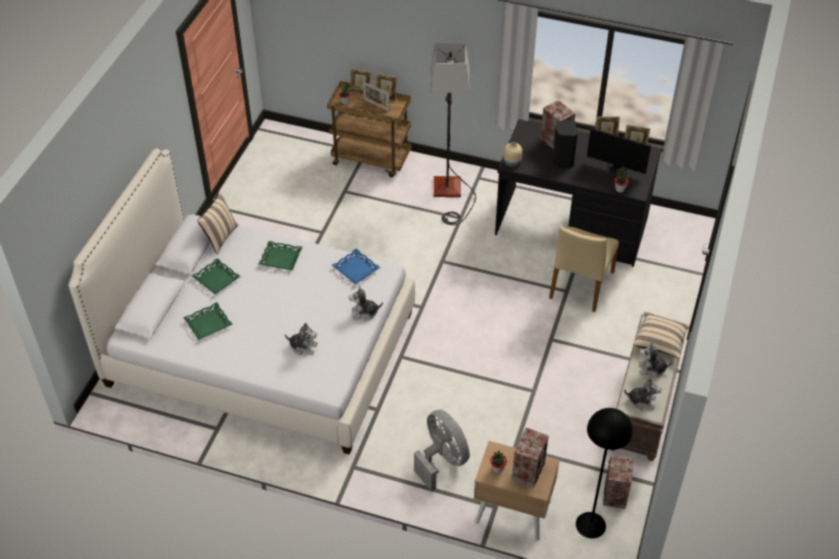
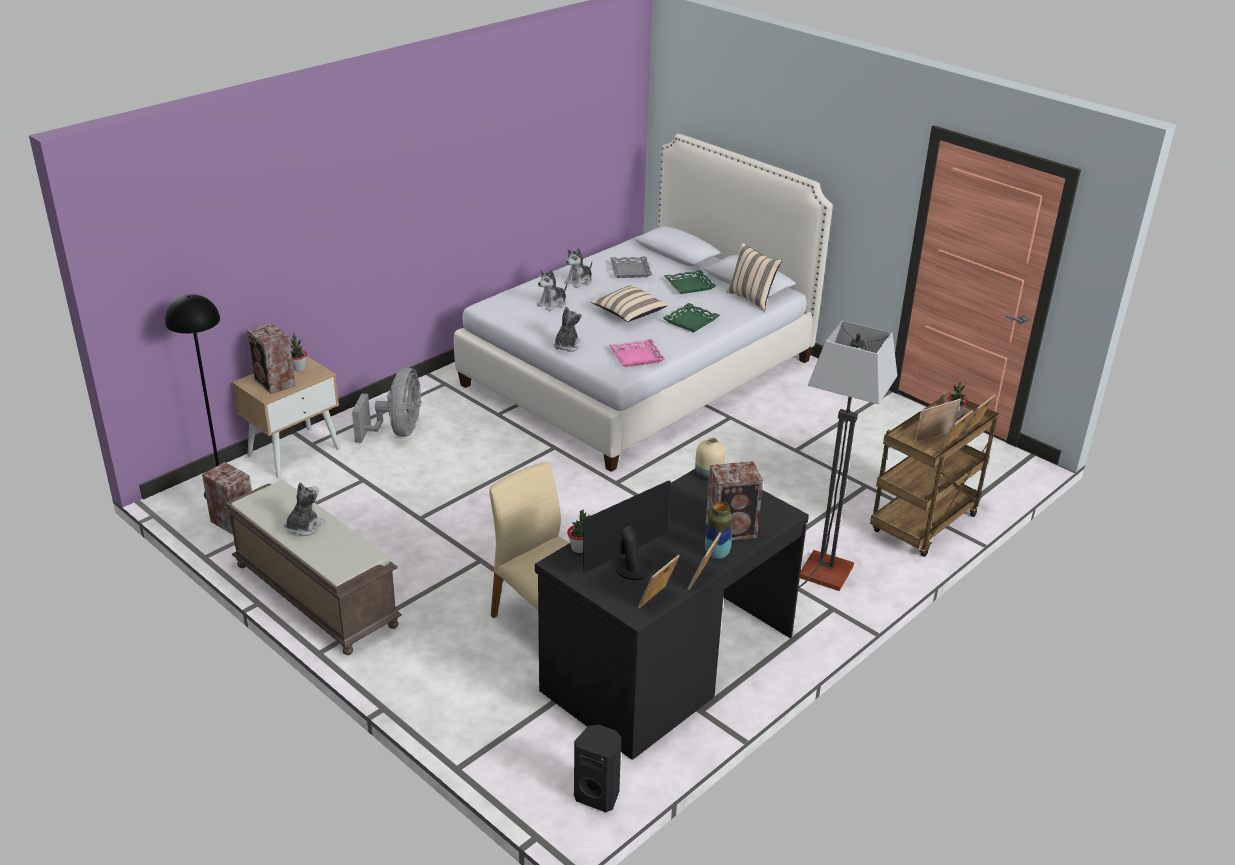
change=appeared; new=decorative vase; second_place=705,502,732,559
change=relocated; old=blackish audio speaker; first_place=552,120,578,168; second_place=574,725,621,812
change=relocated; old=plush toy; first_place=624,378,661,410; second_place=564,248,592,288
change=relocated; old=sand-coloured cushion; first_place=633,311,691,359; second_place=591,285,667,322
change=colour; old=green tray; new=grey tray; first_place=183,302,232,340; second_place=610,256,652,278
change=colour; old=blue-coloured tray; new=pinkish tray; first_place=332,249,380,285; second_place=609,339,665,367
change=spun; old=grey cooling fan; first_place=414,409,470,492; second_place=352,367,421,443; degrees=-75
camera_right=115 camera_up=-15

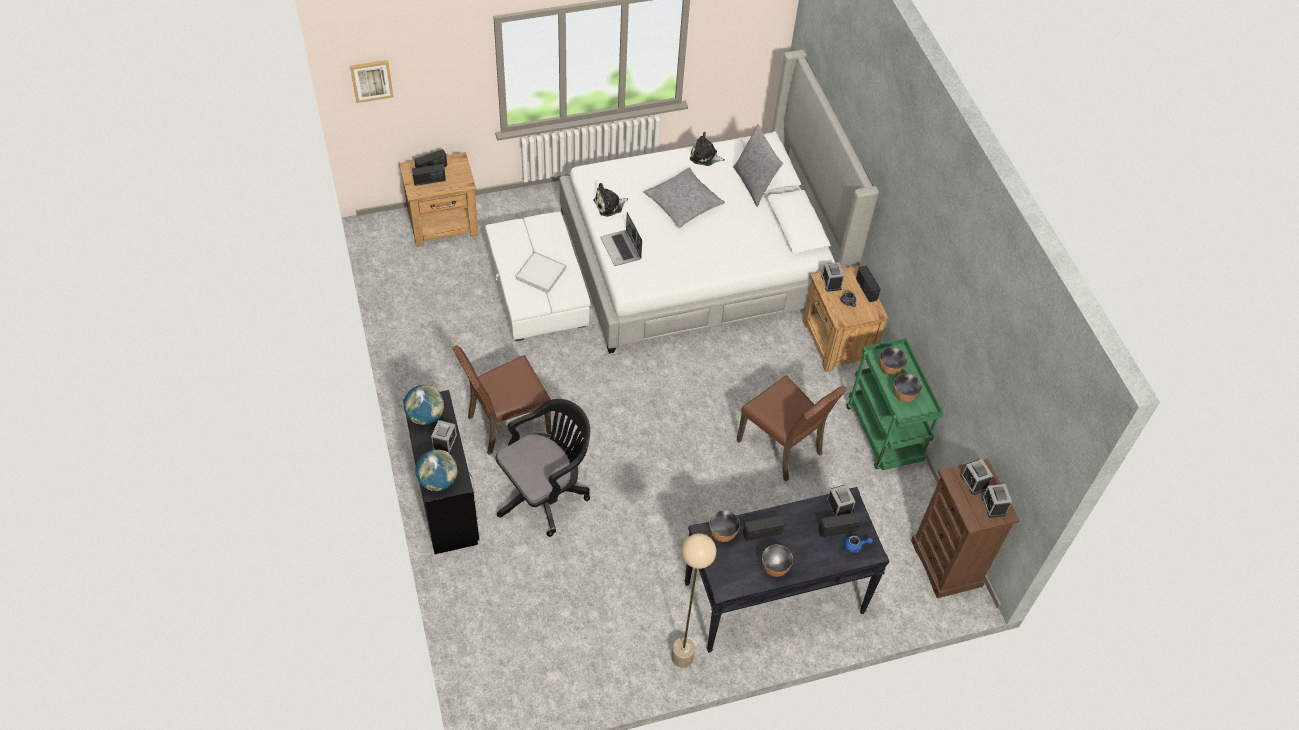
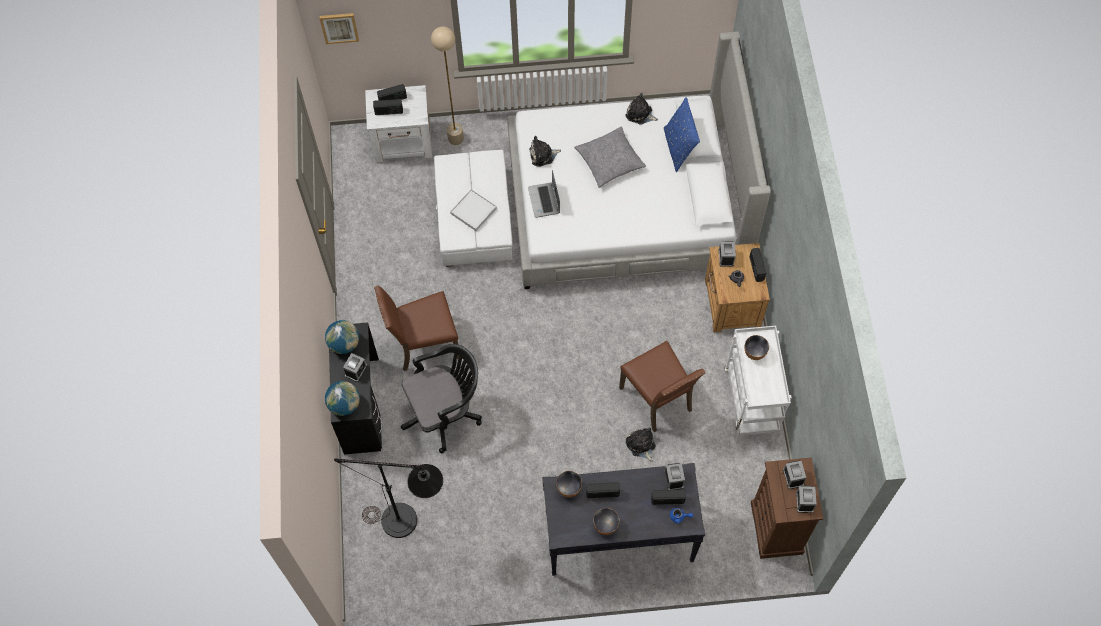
change=missing; old=deep dish; first_place=893,374,922,402
change=appeared; new=blackish standing lamp; second_place=334,458,443,538
change=appeared; new=plush toy; second_place=626,428,655,461
change=relocated; old=sand-coloured standing lamp; first_place=671,533,716,668; second_place=431,26,464,145
change=colour; old=brown-coloured night table; new=white night table; first_place=399,152,479,247; second_place=365,85,432,163
change=colour; old=grey cushion; new=blue-coloured cushion; first_place=733,124,783,207; second_place=664,97,700,172
change=colour; old=green wheeled cart; new=white wheeled cart; first_place=847,338,943,470; second_place=724,326,792,436
camera_right=15 camera_up=10

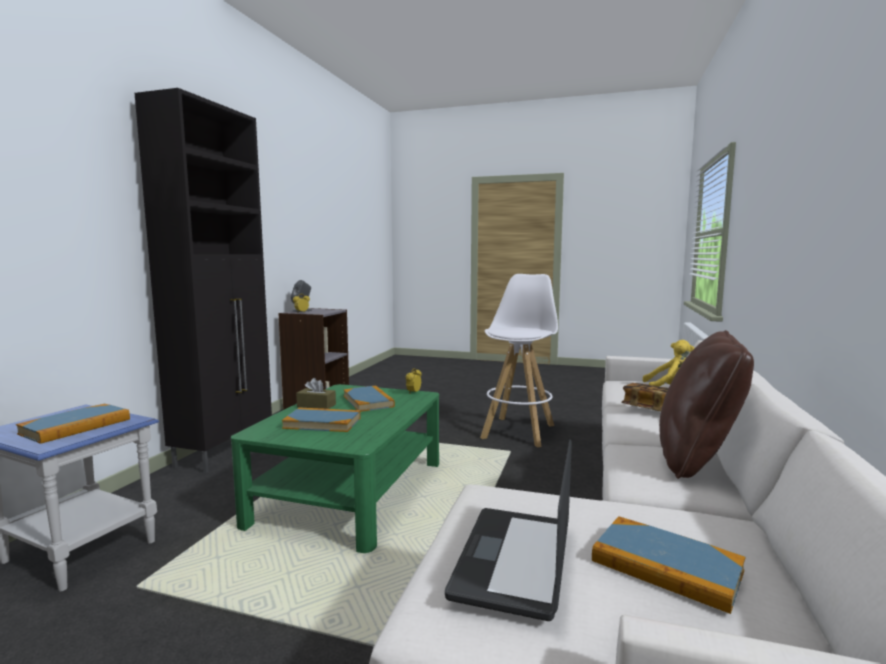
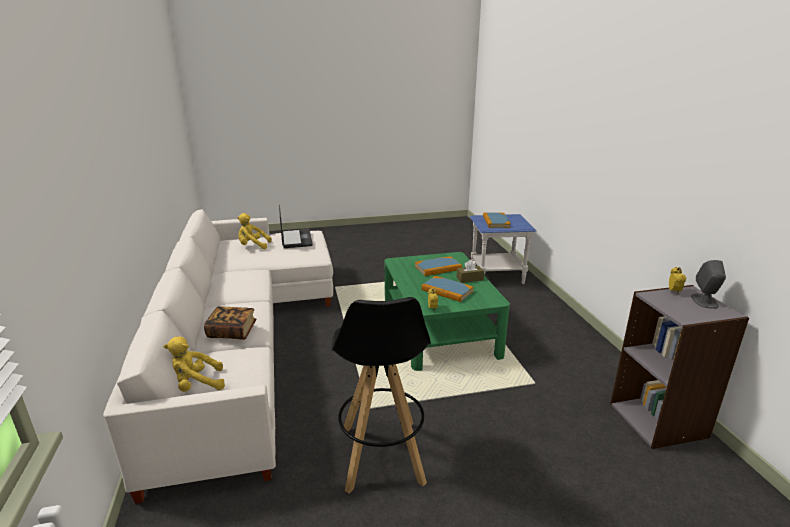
change=missing; old=blackish cabinet; first_place=135,88,272,473
change=missing; old=brown-coloured cushion; first_place=659,330,754,479
change=exchanged; old=bound book; new=yellowish plush toy; first_place=592,516,746,614; second_place=237,213,272,249
change=colour; old=white stool; new=blackish stool; first_place=480,274,558,448; second_place=332,297,431,494
camera_right=150 camera_up=15

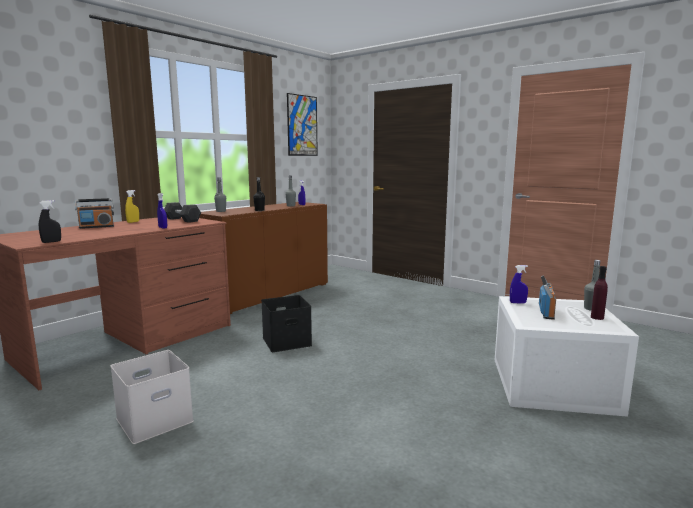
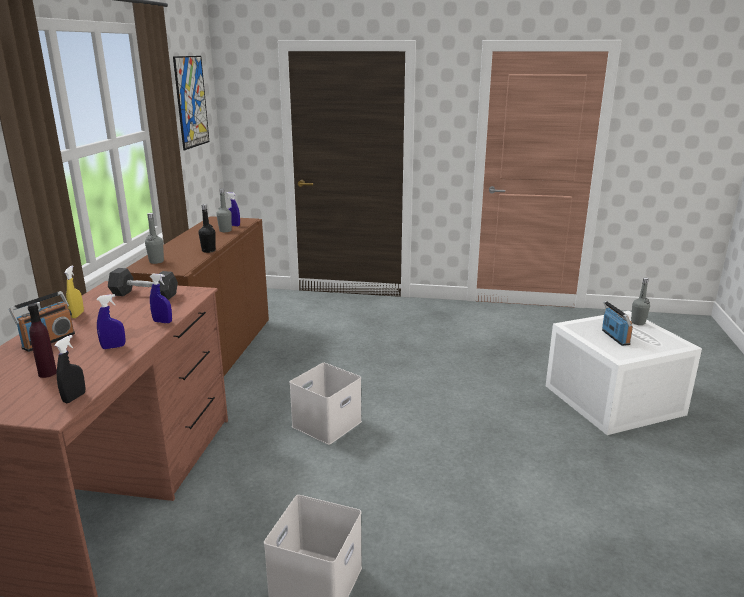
change=relocated; old=blue-coloured spray bottle; first_place=510,265,528,304; second_place=97,294,125,349
change=relocated; old=purple drink bottle; first_place=591,266,608,320; second_place=28,303,57,378
change=colour; old=blackish storage bin; new=white storage bin; first_place=261,295,312,352; second_place=289,363,362,445
camera_right=-30 camera_up=10

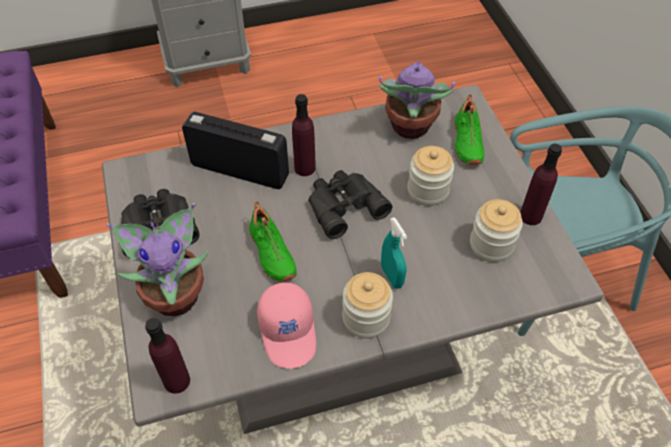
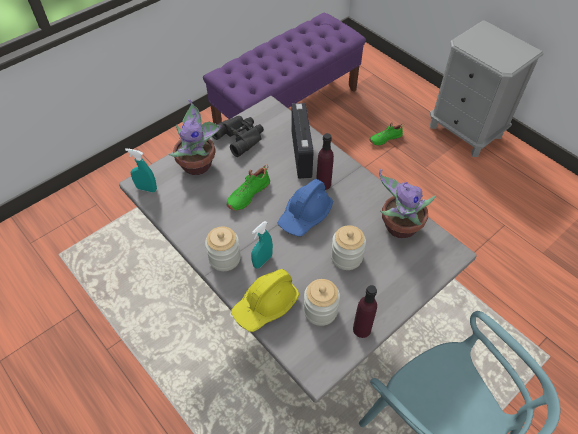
change=missing; old=pinkish cap; first_place=257,283,316,369
change=appeared; new=yellowish hard hat; second_place=231,269,299,332
change=relocated; old=green shoe; first_place=455,94,484,165; second_place=370,122,404,146
change=exchanged; old=purple drink bottle; new=blue-green spray bottle; first_place=145,318,190,394; second_place=125,148,157,192
change=exchanged; old=blackish binoculars; new=blue-coloured hard hat; first_place=308,170,392,239; second_place=278,179,333,237
camera_right=65 camera_up=0

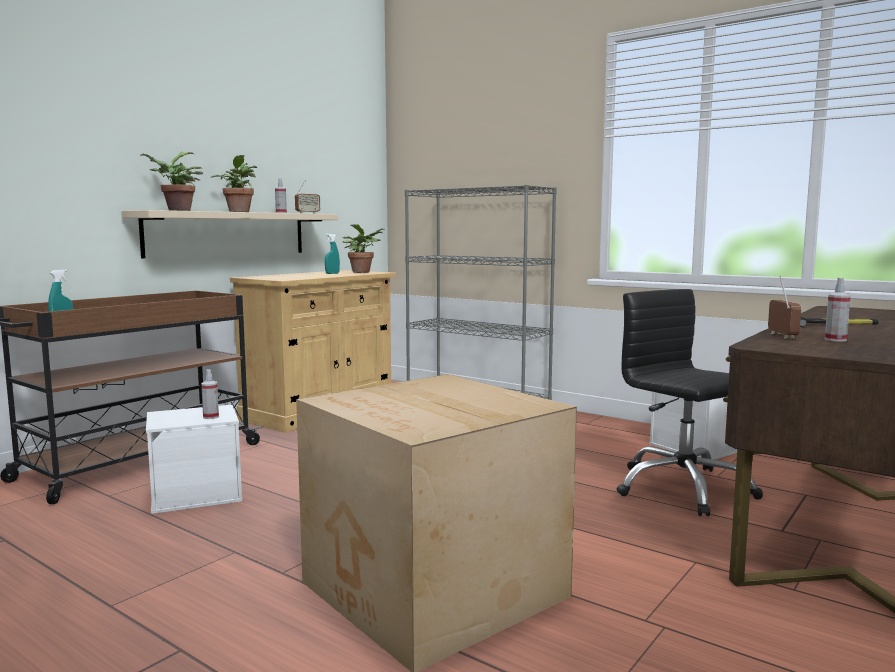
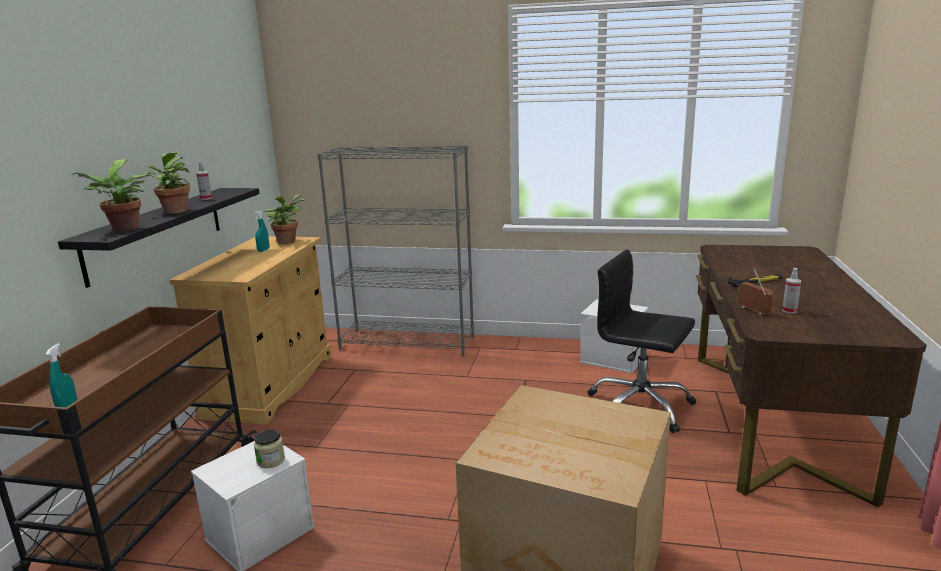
change=missing; old=radio; first_place=295,180,320,214
change=exchanged; old=spray bottle; new=jar; first_place=201,369,219,419; second_place=254,429,285,468
change=colour; old=sand-coloured wall shelf; new=blackish wall shelf; first_place=121,210,338,258; second_place=58,188,260,288
camera_right=-25 camera_up=10

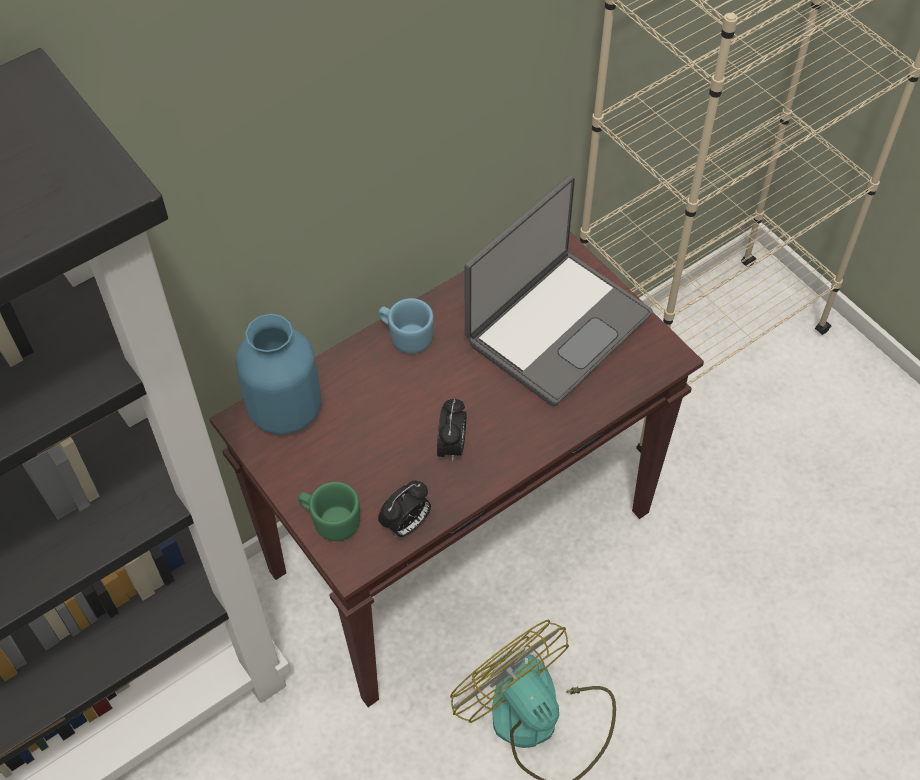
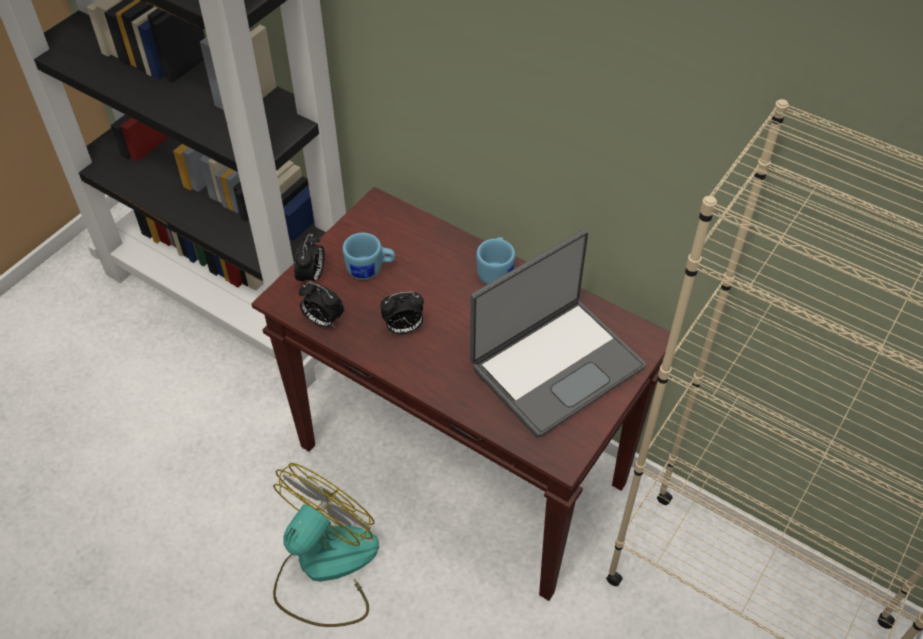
change=missing; old=blue-coloured decorative vase; first_place=235,314,322,435
change=appeared; new=blue-coloured tea mug; second_place=343,233,395,280
change=exchanged; old=green tea mug; new=table clock; first_place=298,482,360,541; second_place=294,233,325,282
change=spun; old=notebook computer; first_place=464,175,653,406; second_place=470,230,646,438; degrees=-60
camera_right=70 camera_up=-5

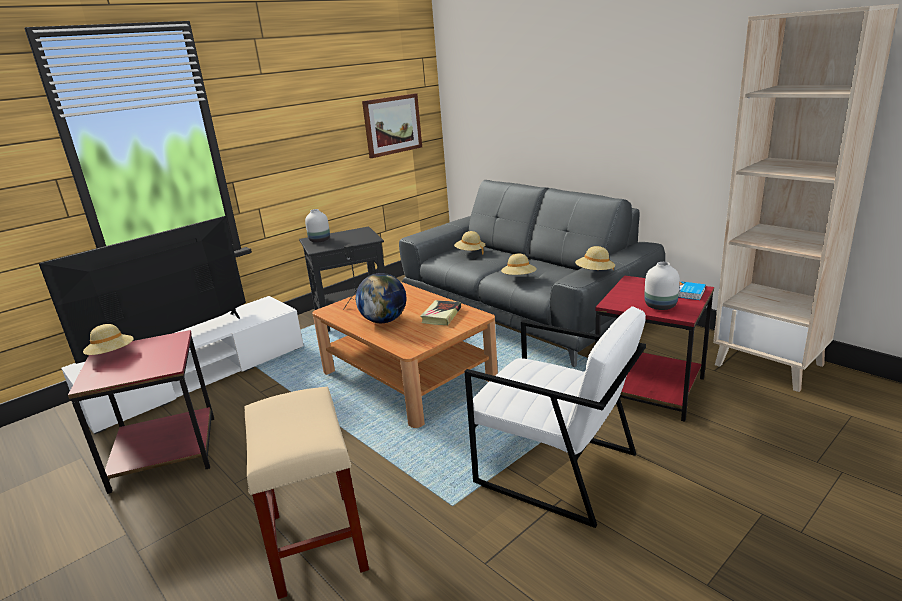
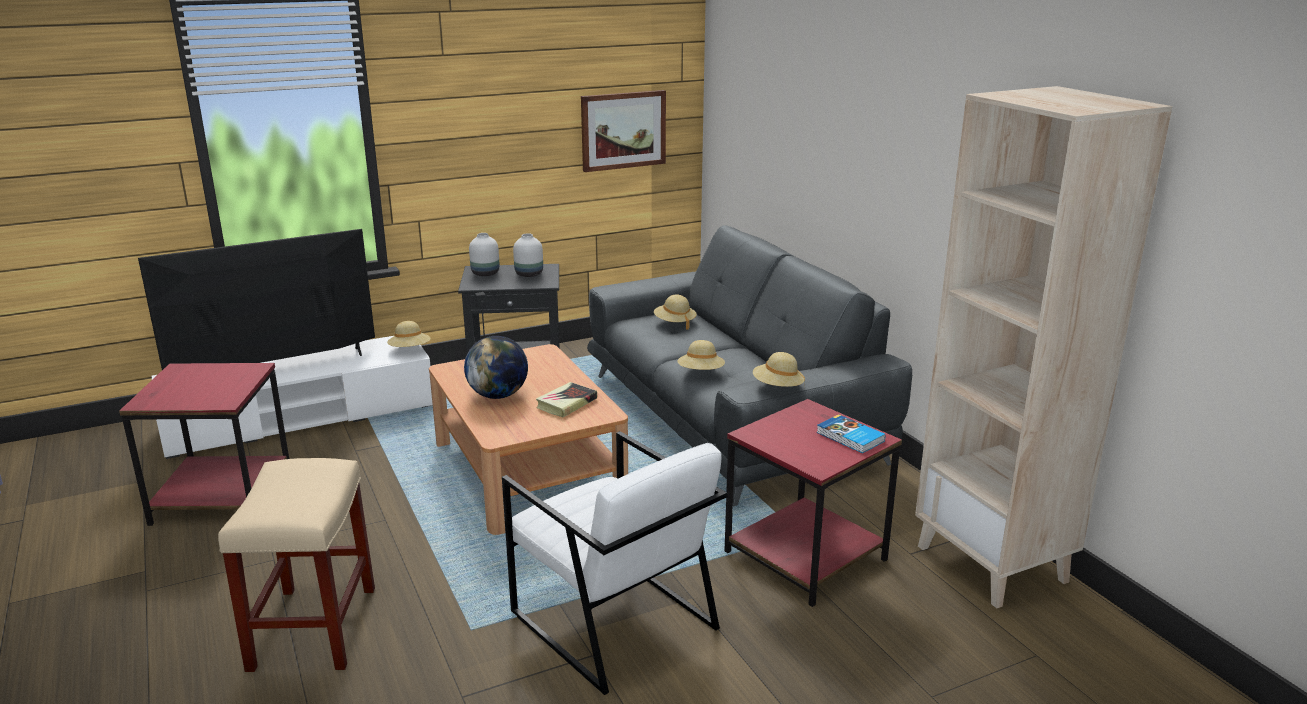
change=relocated; old=sand-coloured wearable hat; first_place=83,324,134,355; second_place=387,321,430,347
change=relocated; old=white decorative vase; first_place=644,262,680,310; second_place=513,233,543,277
camera_right=15 camera_up=0

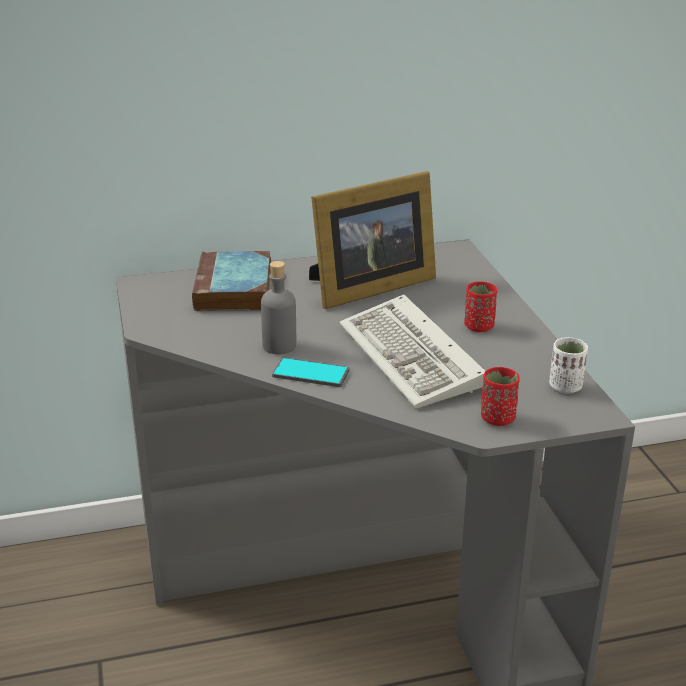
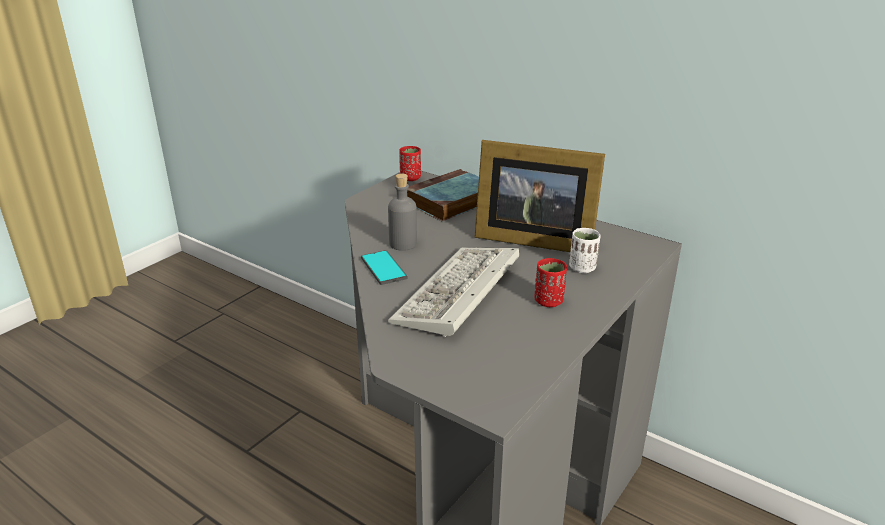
change=relocated; old=red-coloured cup; first_place=481,367,520,426; second_place=399,146,421,181
change=relocated; old=white cup; first_place=549,337,588,394; second_place=569,228,601,273
camera_right=50 camera_up=0

